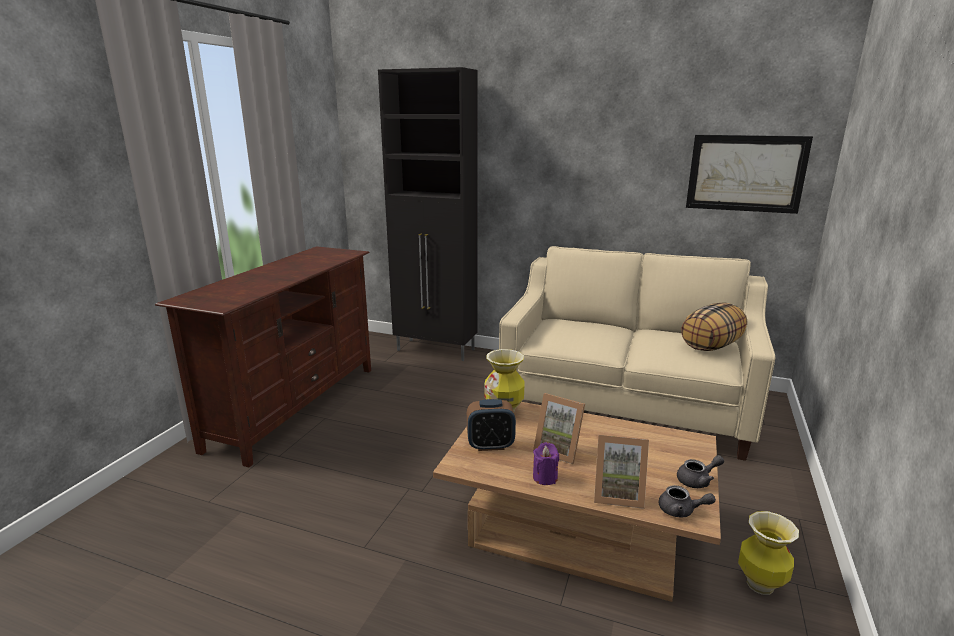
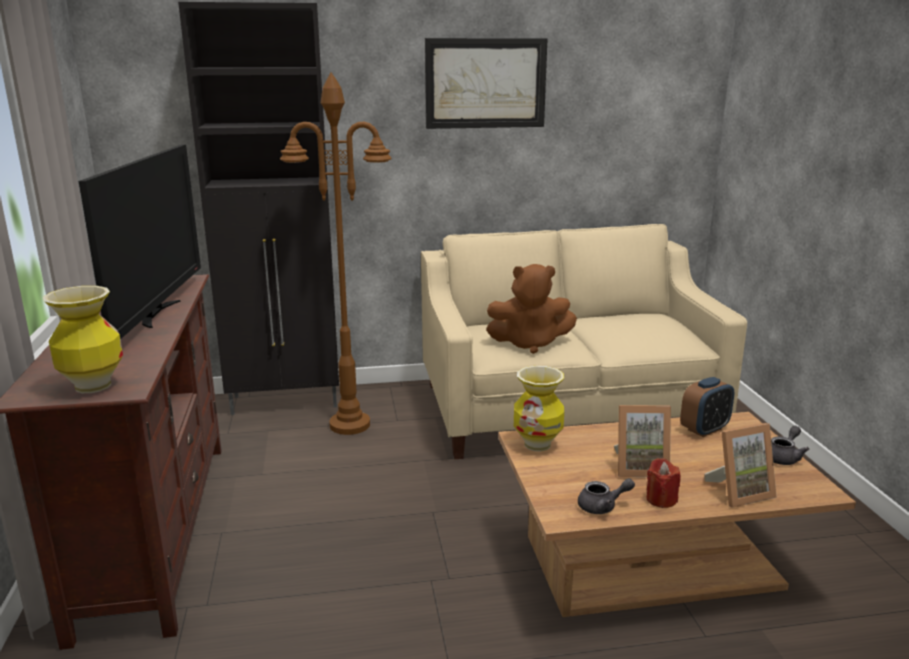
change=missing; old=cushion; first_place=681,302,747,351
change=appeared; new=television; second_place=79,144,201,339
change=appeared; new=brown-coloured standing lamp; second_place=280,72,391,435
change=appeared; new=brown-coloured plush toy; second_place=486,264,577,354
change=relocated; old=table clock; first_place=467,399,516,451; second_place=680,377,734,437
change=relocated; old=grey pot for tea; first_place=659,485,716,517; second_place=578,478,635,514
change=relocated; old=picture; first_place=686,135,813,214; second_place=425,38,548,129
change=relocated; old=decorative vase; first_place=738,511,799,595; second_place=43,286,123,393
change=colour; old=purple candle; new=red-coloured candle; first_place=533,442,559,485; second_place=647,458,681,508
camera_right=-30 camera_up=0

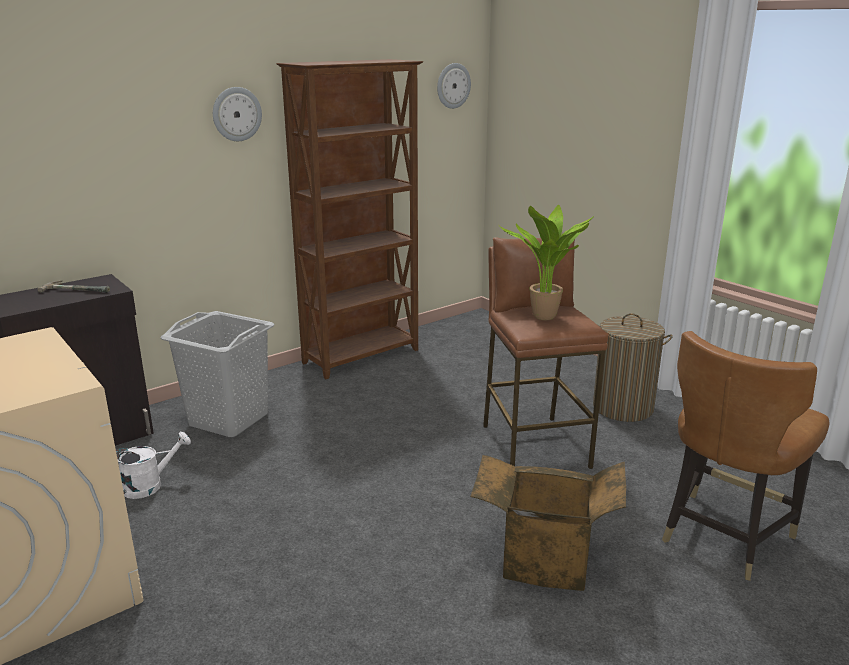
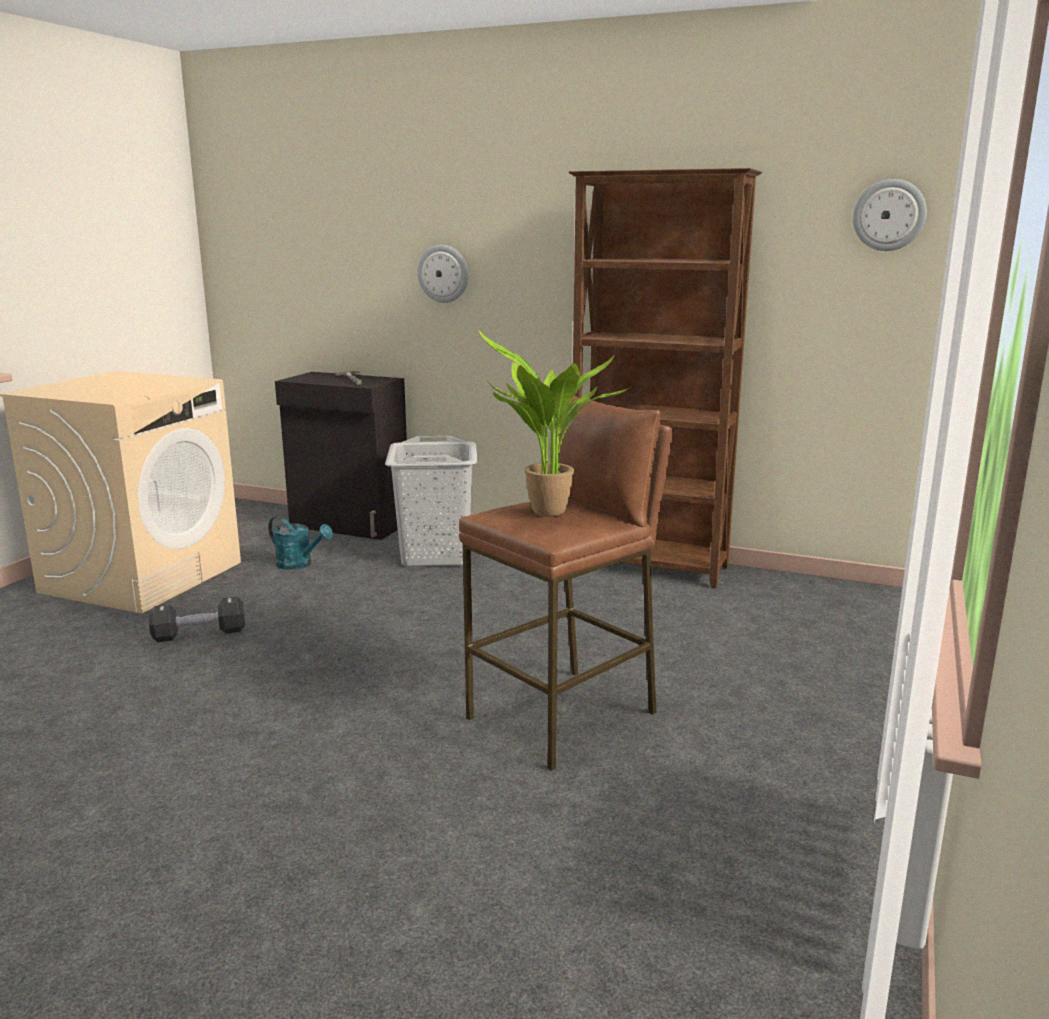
change=missing; old=packing box; first_place=471,455,626,591
change=missing; old=laundry basket; first_place=593,313,673,422
change=missing; old=brown-coloured chair; first_place=662,331,829,581
change=appeared; new=blackish dumbbell; second_place=149,597,245,642
change=relocated; old=wall clock; first_place=213,87,262,141; second_place=417,245,468,303
change=colour; old=white watering pot; new=blue-green watering pot; first_place=116,432,191,499; second_place=268,516,333,570
camera_right=60 camera_up=-5

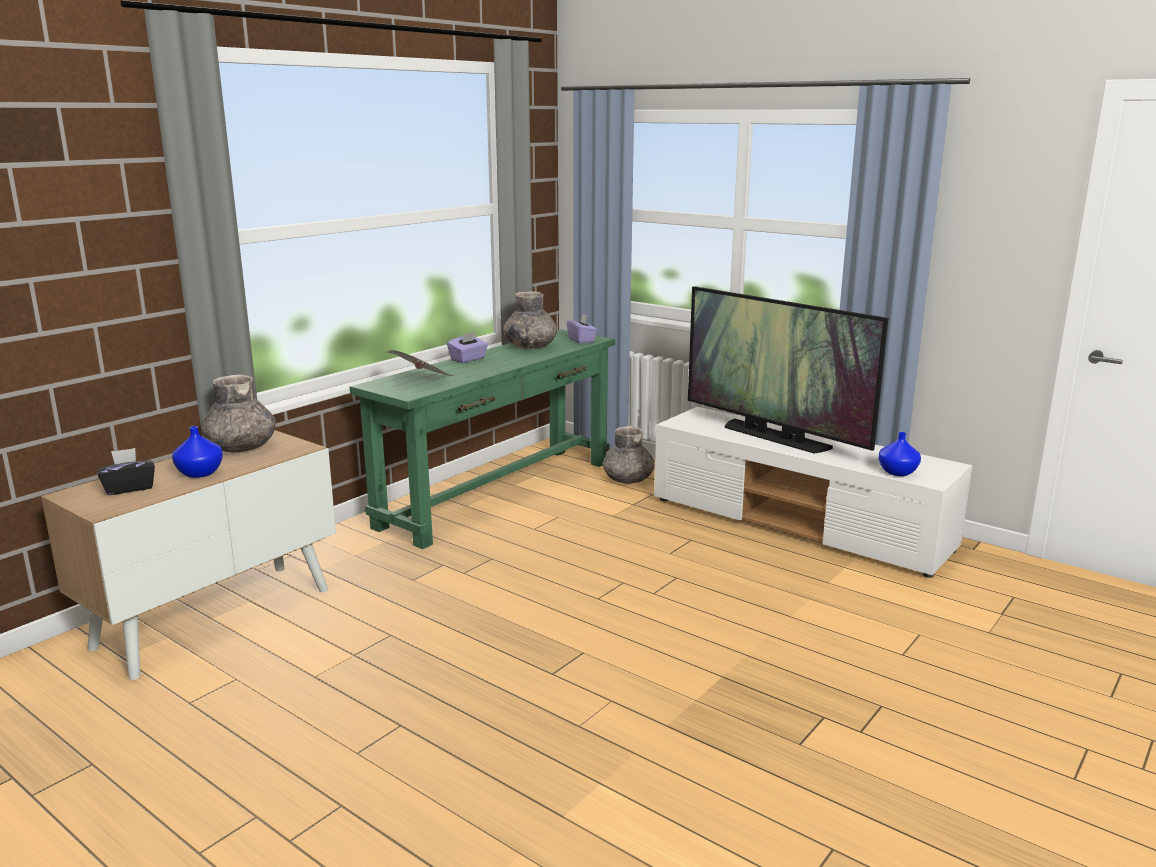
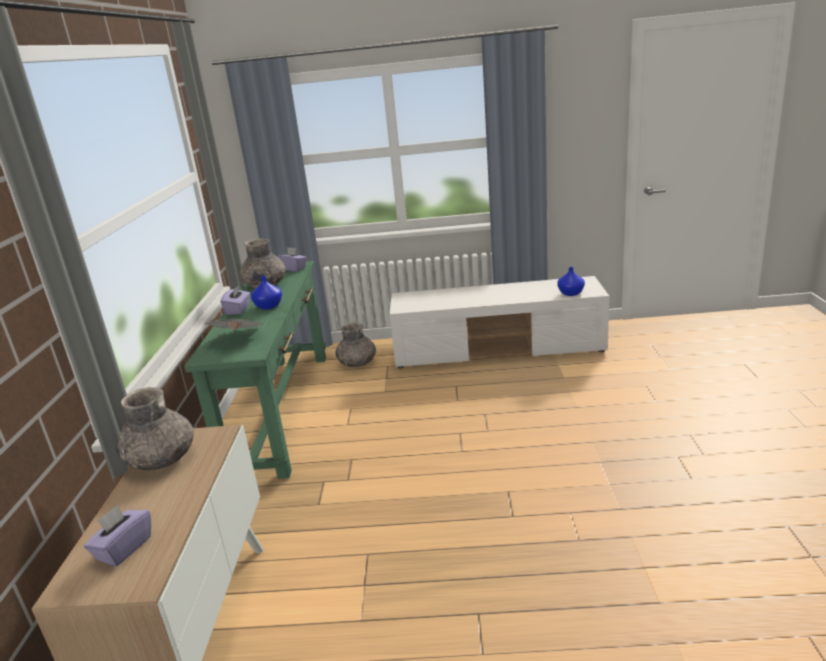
change=missing; old=television; first_place=688,286,888,454
change=relocated; old=blue-coloured decorative vase; first_place=172,426,223,478; second_place=251,276,282,310
change=colour; old=blackish tissue holder; new=purple tissue holder; first_place=98,448,155,495; second_place=84,505,151,567
camera_right=-35 camera_up=5

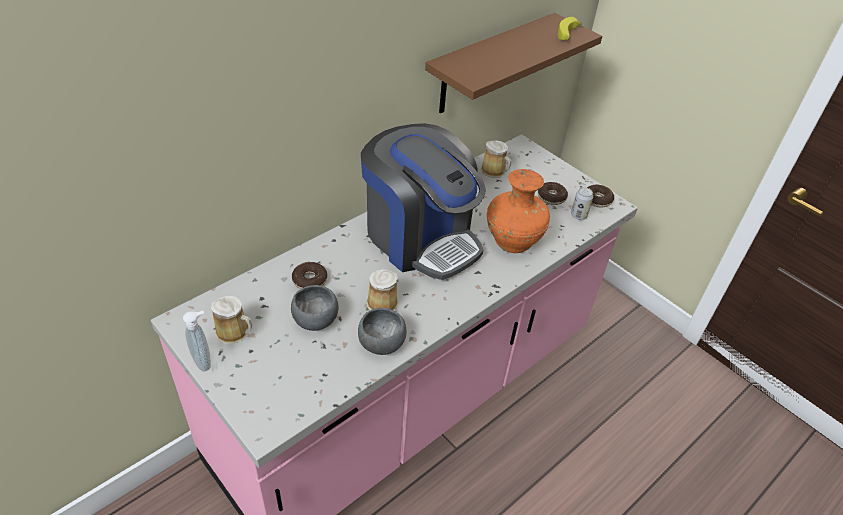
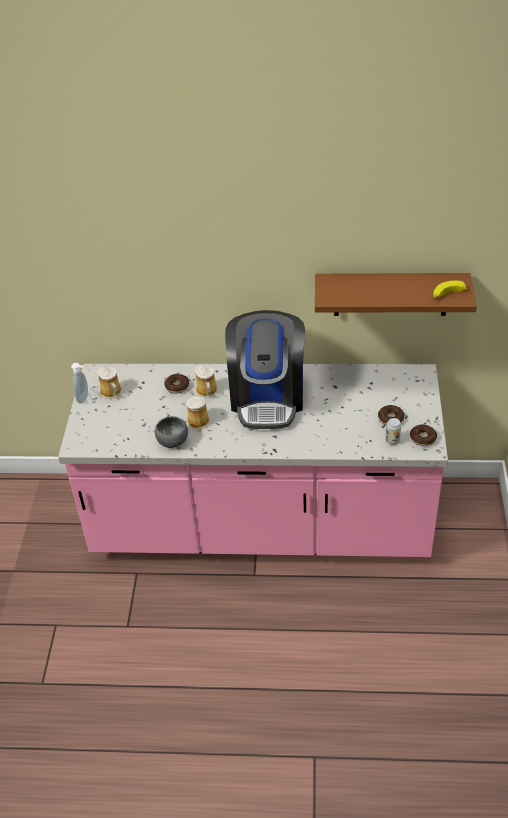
change=missing; old=grey deep dish; first_place=291,285,339,331
change=missing; old=orange-coloured decorative vase; first_place=487,169,550,253
change=relocated; old=tea mug; first_place=481,140,511,178; second_place=195,365,218,398
camera_right=50 camera_up=0

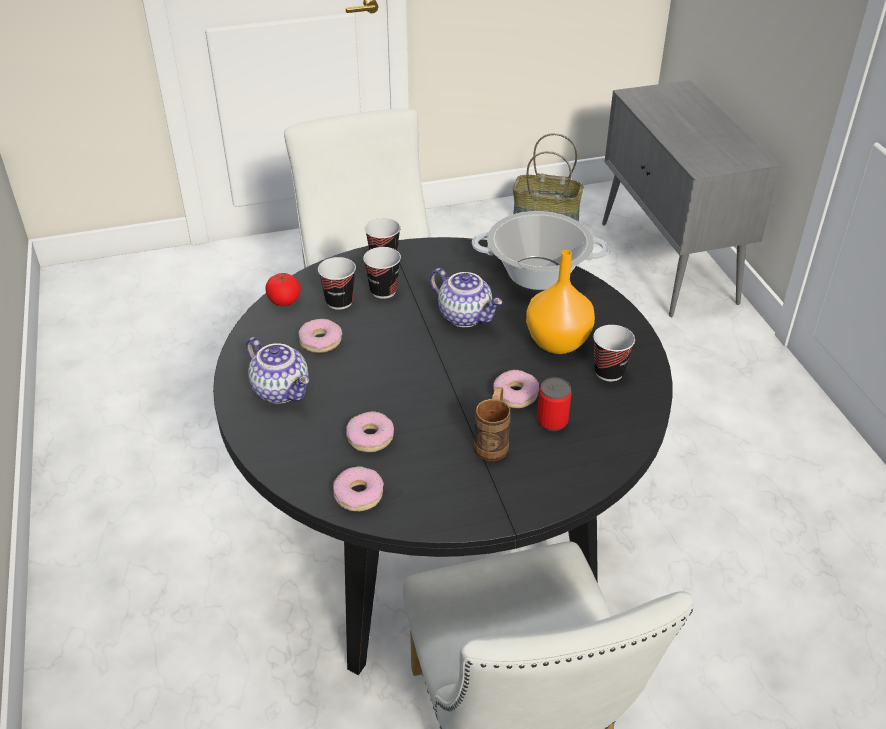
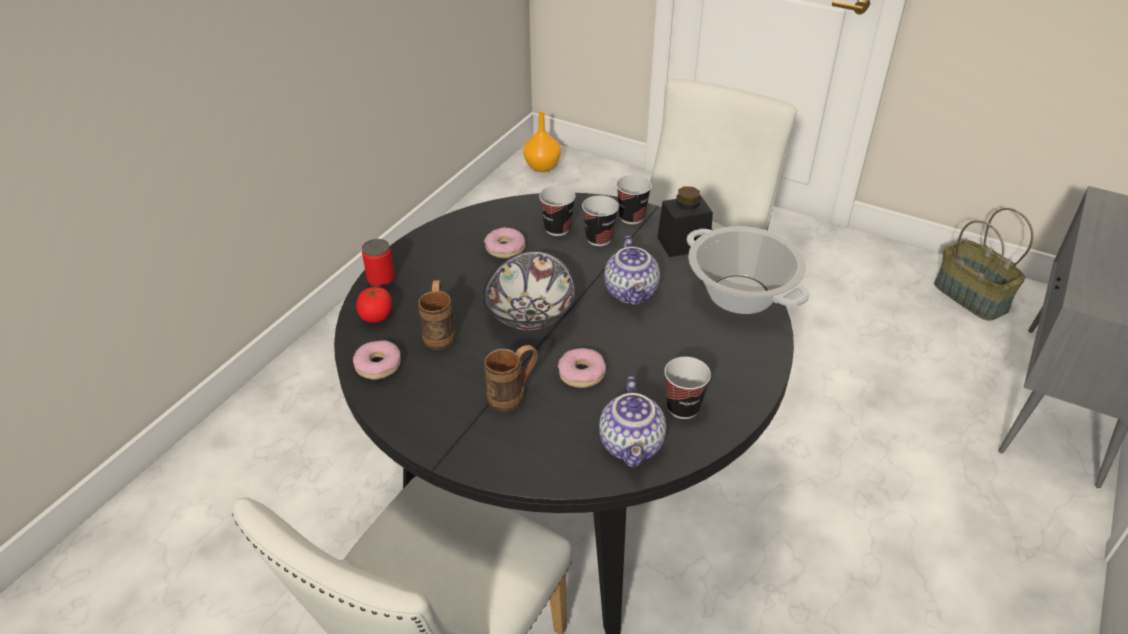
change=appeared; new=deep dish; second_place=483,251,577,330
change=appeared; new=blackish jar; second_place=657,186,713,257
change=relocated; old=pot for tea; first_place=246,337,309,404; second_place=599,376,666,467
change=relocated; old=fresh tomato; first_place=265,273,301,306; second_place=356,287,392,323
change=relocated; old=orange-coloured decorative vase; first_place=526,250,595,354; second_place=523,112,561,172
change=relocated; old=can; first_place=537,377,572,431; second_place=362,239,395,287
change=exchanged; old=donut; new=brown-coloured tea mug; first_place=346,411,394,452; second_place=418,280,455,350
camera_right=45 camera_up=0

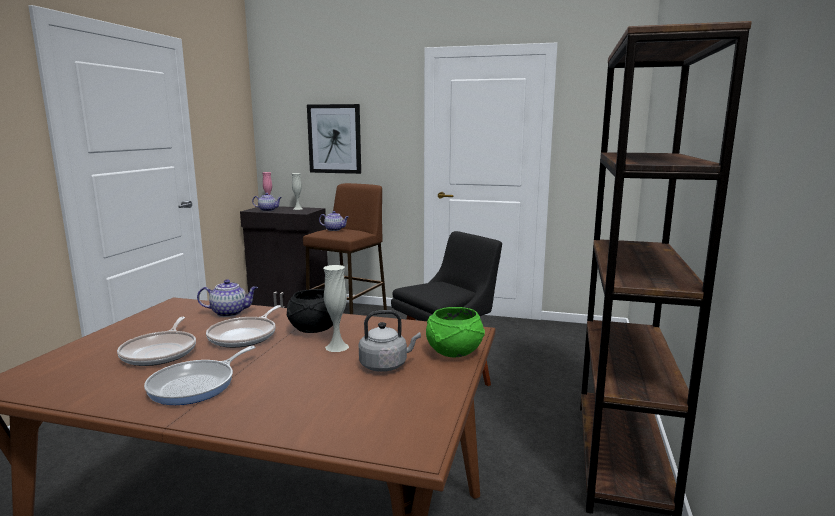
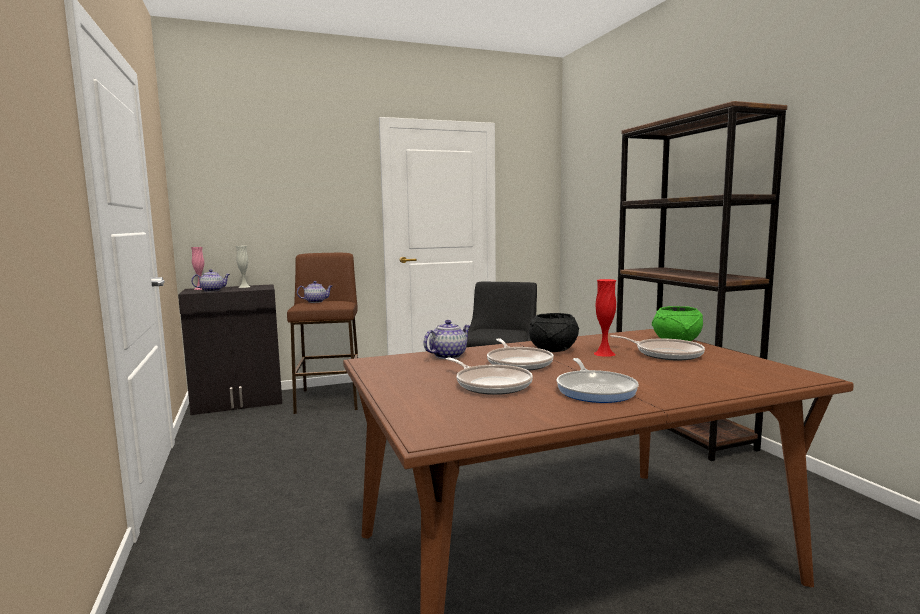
change=missing; old=picture; first_place=307,104,361,174
change=exchanged; old=grey kettle; new=frying pan; first_place=359,310,421,372; second_place=610,335,705,360
change=colour; old=white decorative vase; new=red-coloured decorative vase; first_place=323,265,349,352; second_place=594,279,616,357
camera_right=-35 camera_up=-5

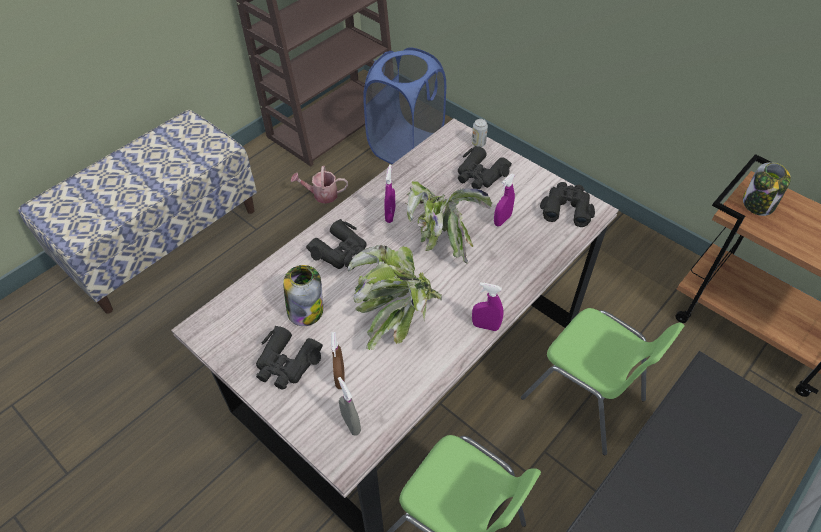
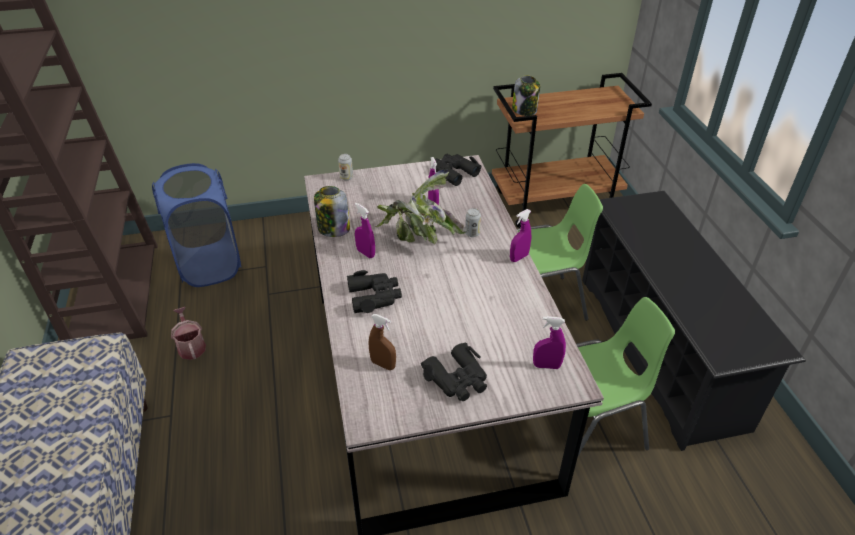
change=missing; old=potted plant; first_place=348,245,442,350
change=missing; old=blackish binoculars; first_place=458,146,512,189
change=appeared; new=can; second_place=465,208,481,237
change=relocated; old=jar; first_place=283,265,323,326; second_place=314,186,350,237
change=relocated; old=brown-coloured spray bottle; first_place=331,332,345,389; second_place=369,314,396,370
change=colour; old=grey spray bottle; new=purple spray bottle; first_place=338,377,361,436; second_place=533,316,566,369
change=spun; old=watering pot; first_place=291,166,348,204; second_place=171,307,206,360; degrees=120
camera_right=-55 camera_up=-10

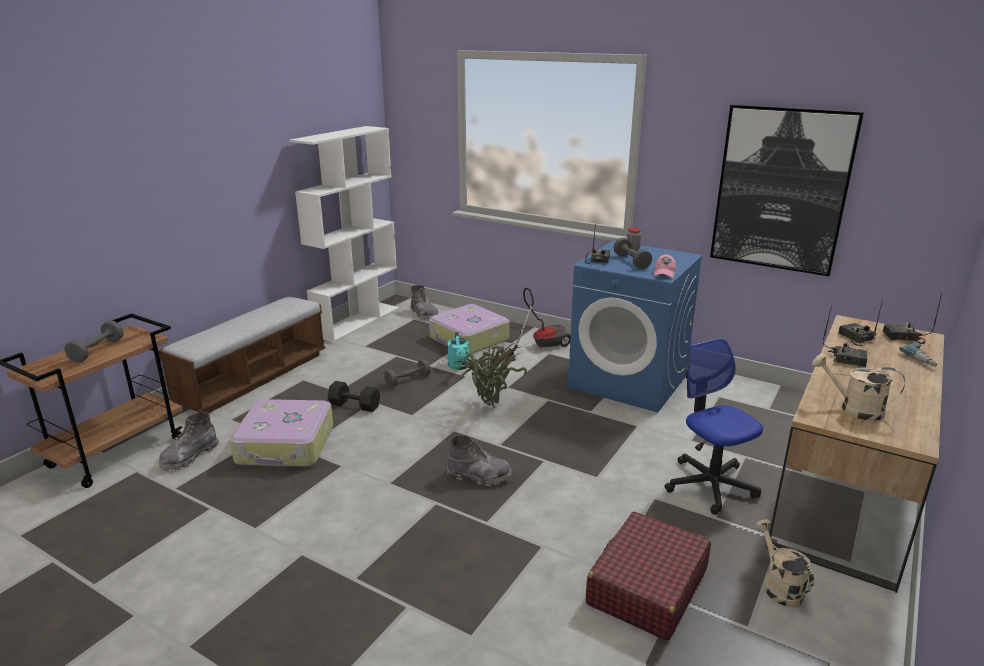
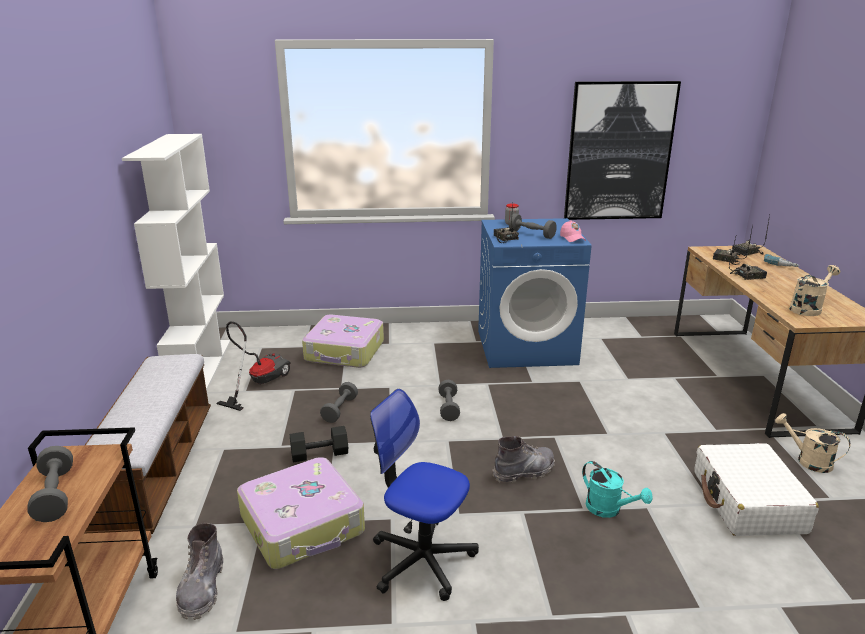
change=missing; old=grey boot; first_place=411,285,439,320
change=relocated; old=blue-green watering pot; first_place=448,332,470,370; second_place=582,461,653,518
change=relocated; old=vacuum; first_place=500,288,571,361; second_place=216,321,291,411
change=relocated; old=desk chair; first_place=665,338,763,515; second_place=370,389,479,601
change=exchanged; old=potted plant; new=grey dumbbell; first_place=454,343,527,408; second_place=438,380,460,421
change=colour; old=red-coloured travel case; new=white travel case; first_place=586,512,711,641; second_place=694,443,819,536
change=spun; old=sand-coloured watering pot; first_place=812,354,905,421; second_place=789,265,840,316; degrees=150
camera_right=-35 camera_up=0

